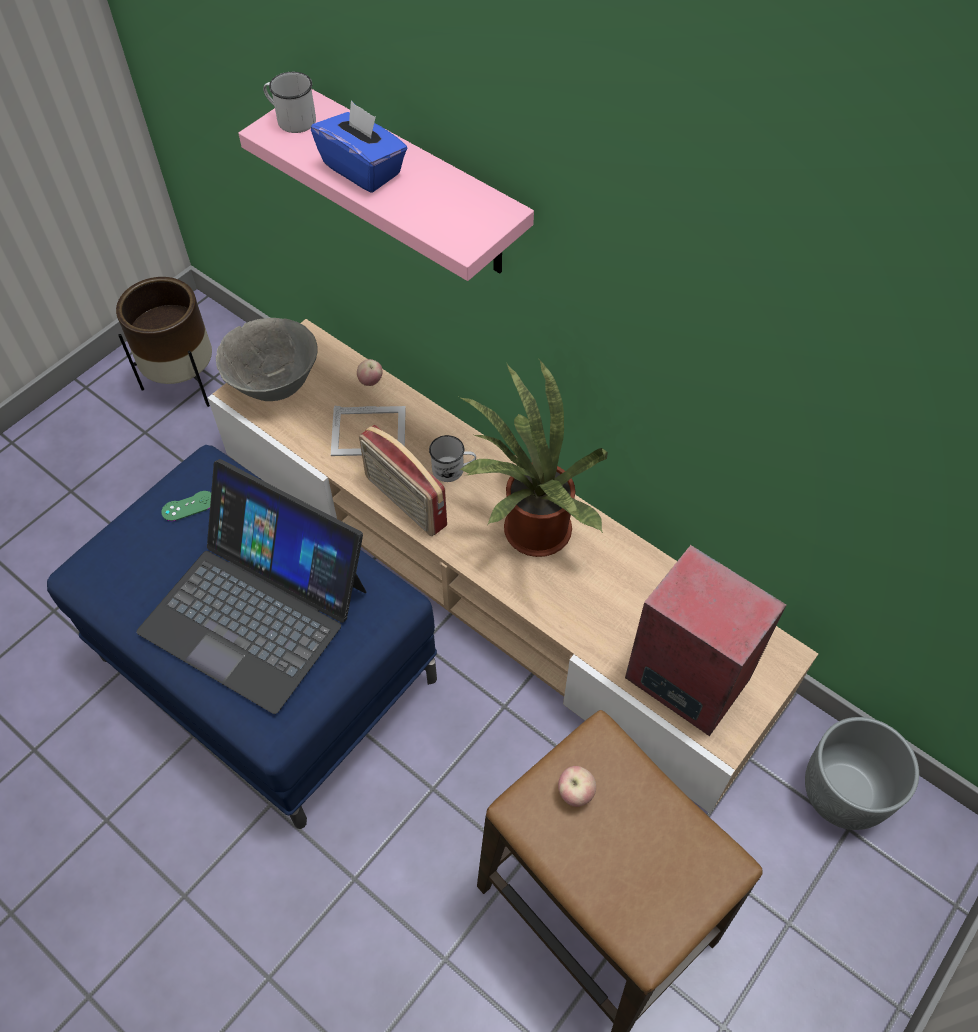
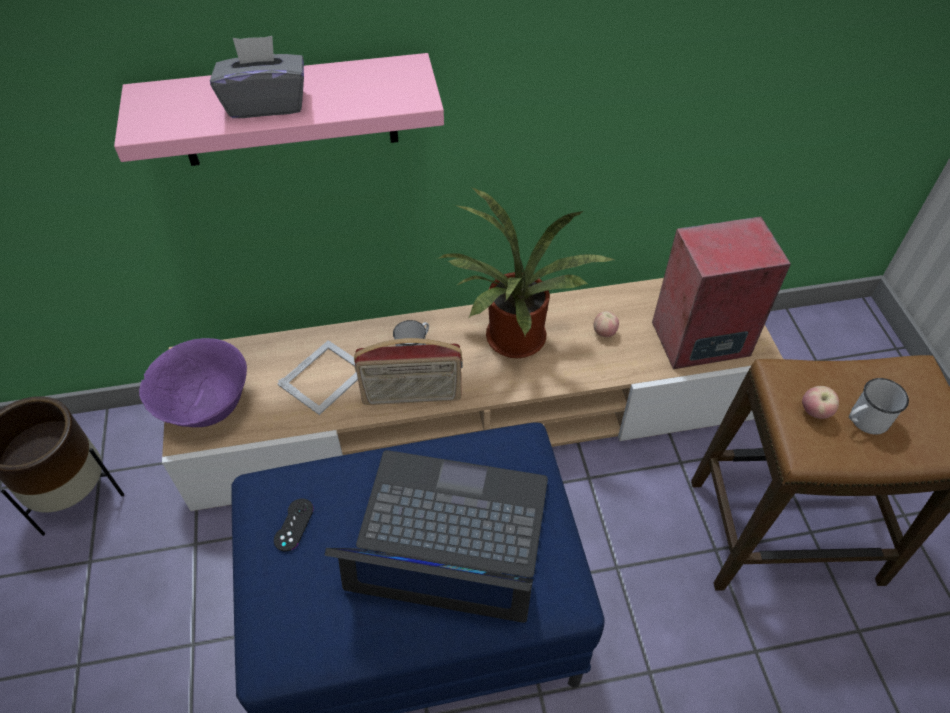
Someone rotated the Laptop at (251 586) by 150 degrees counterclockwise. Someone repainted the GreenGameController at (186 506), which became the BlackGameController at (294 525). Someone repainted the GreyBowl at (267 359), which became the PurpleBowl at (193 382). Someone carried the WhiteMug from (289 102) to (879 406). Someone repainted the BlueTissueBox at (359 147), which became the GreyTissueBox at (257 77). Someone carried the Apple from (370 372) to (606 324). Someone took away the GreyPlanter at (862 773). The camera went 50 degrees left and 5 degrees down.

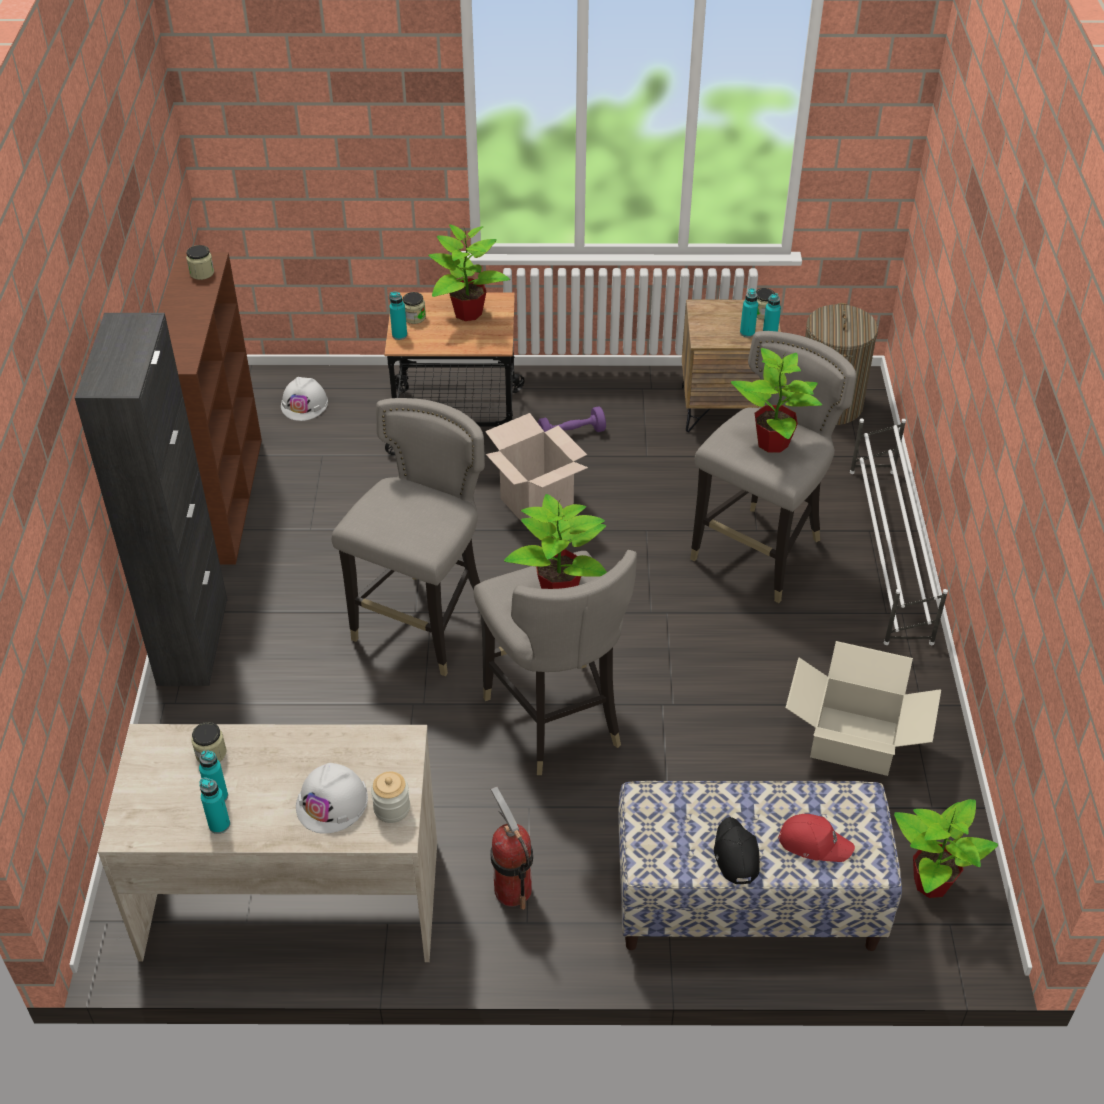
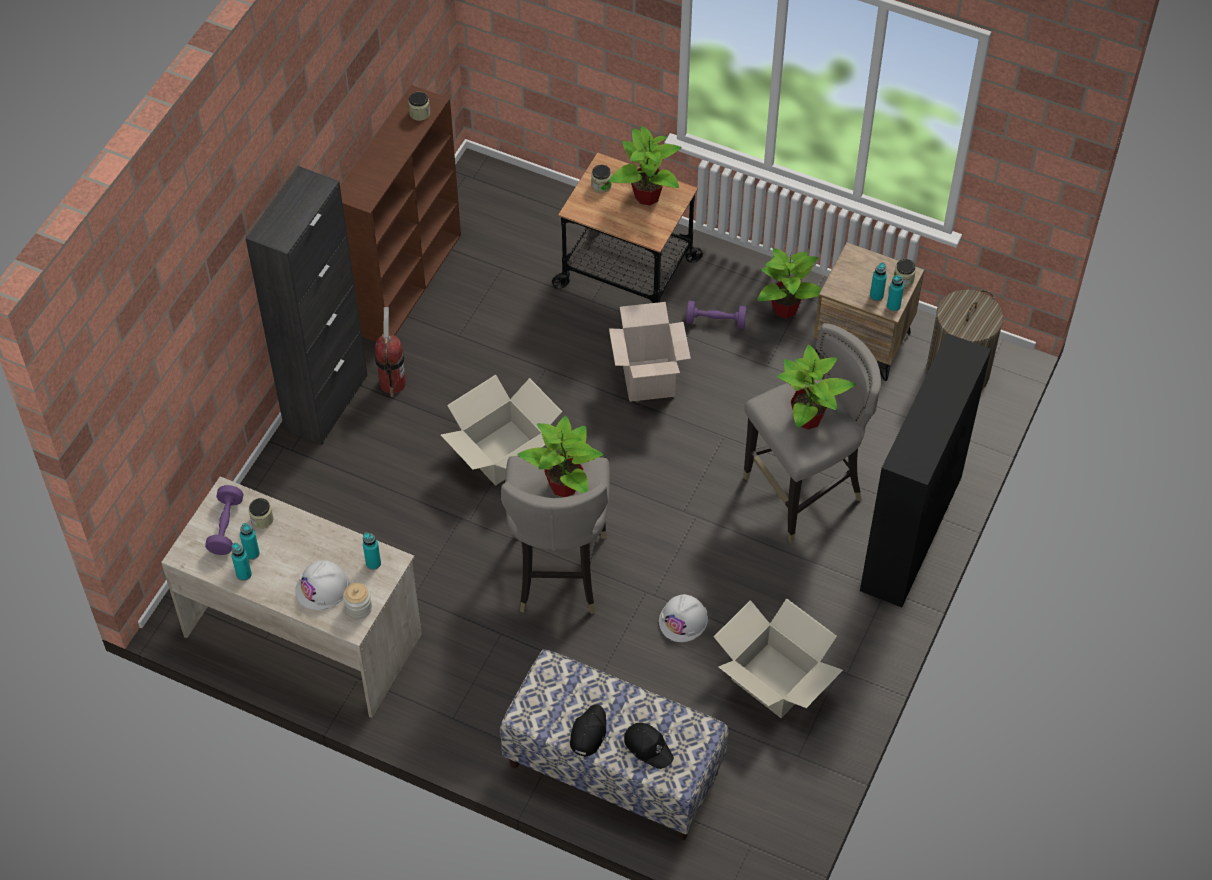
Someone carried the WhiteHardHat from (304 399) to (683 618). Someone swapped the GreyStool at (408 537) for the CardboardBox at (501 430). Someone carried the TurquoiseBottle from (398 316) to (372 551). Someone carried the FireExtinguisher from (511 848) to (390 352). Someone repainted the RedCap at (816 838), which became the BlackCap at (649 746). Someone swapped the WhiteShoeRack at (899 532) for the BlackBookcase at (925 470). Someone carried the PottedPlant from (946 848) to (789 283). Someone put down the PurpleDumbbell at (224 520). The camera went 25 degrees right and 10 degrees up.

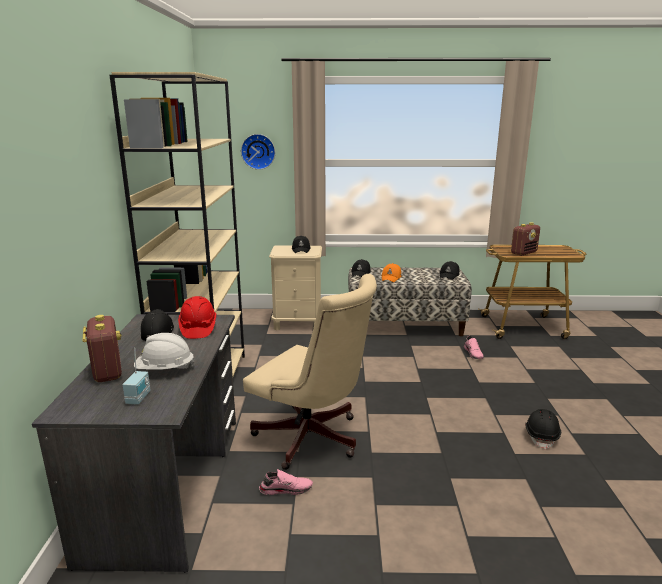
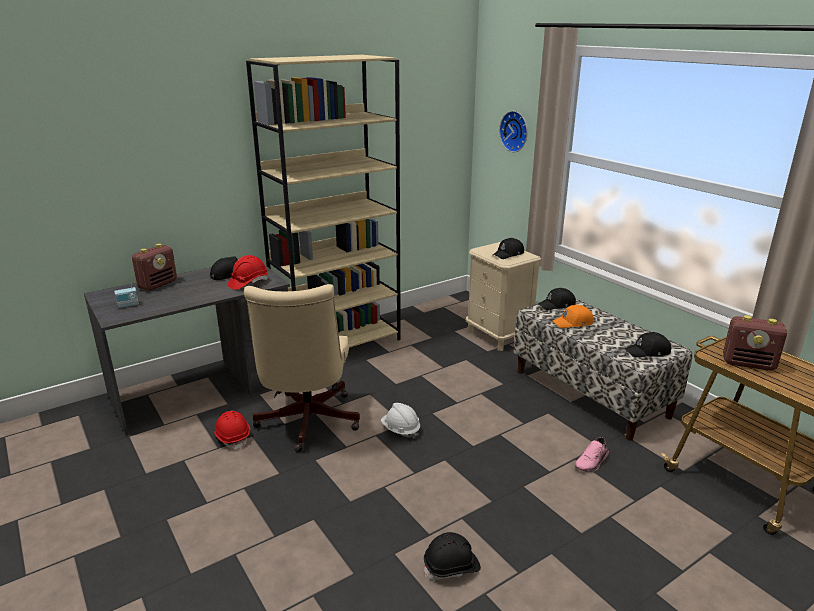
Someone carried the WhiteHardHat from (164 351) to (400 421). Someone swapped the PinkShoe at (286 482) for the RedHardHat at (232 430). The camera went 55 degrees right and 5 degrees up.

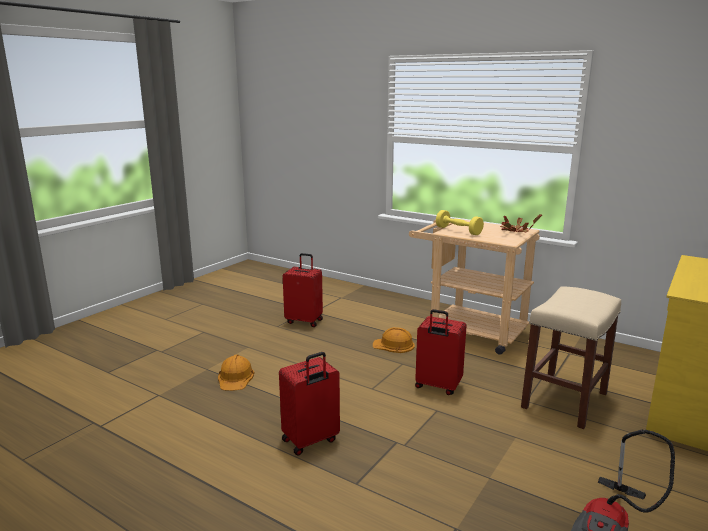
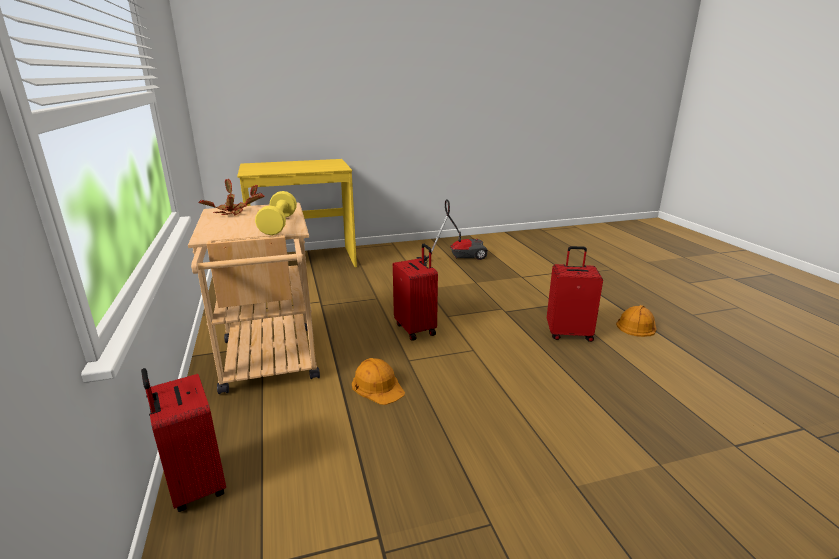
Someone carried the OrangeHardHat from (236 373) to (636 321). Someone carried the RedSuitcase from (303 290) to (183 440). Someone took away the BeigeStool at (571 357). The camera went 140 degrees left and 5 degrees up.

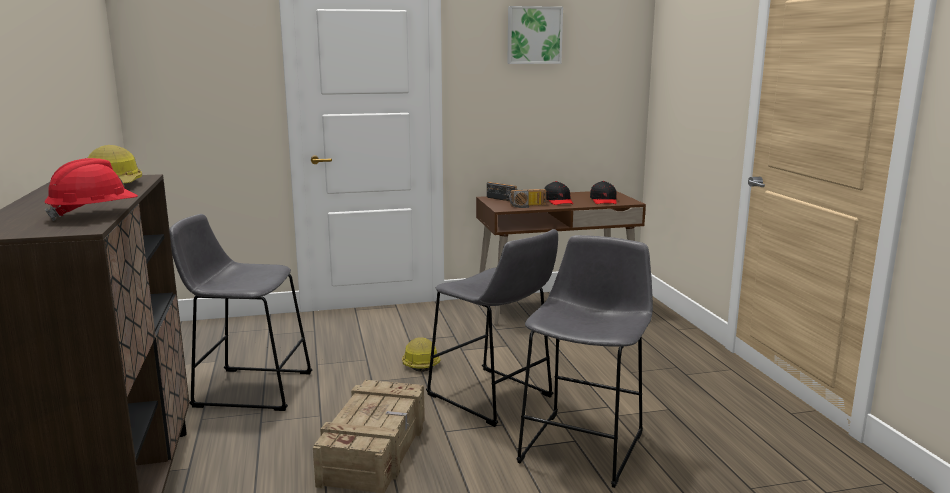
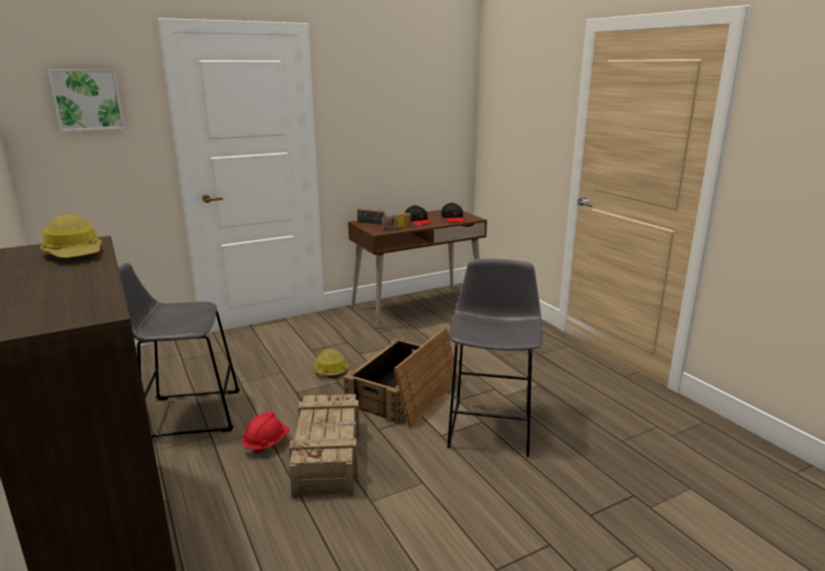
Someone carried the RedHardHat from (91 189) to (266 434). Someone swapped the GreyStool at (492 328) for the Crate at (400 377). Someone carried the Picture from (535 35) to (86 100). The camera went 15 degrees left and 5 degrees up.

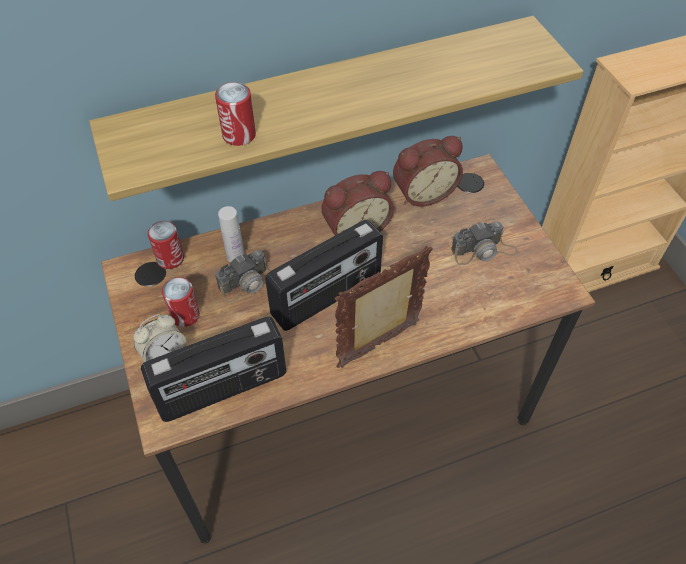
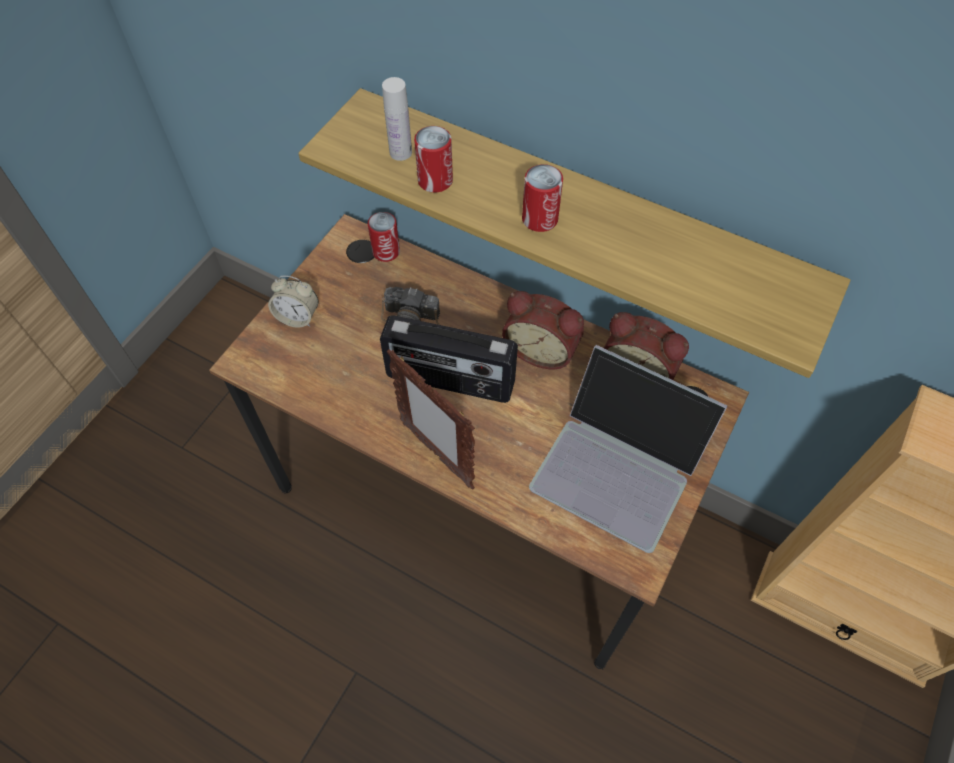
Someone took away the Radio at (213 369). Someone carried the Can from (181 302) to (542 198). Someone carried the WhiteBottle from (231 234) to (397 119). Someone rotated the PictureFrame at (384 307) by 150 degrees counterclockwise. Someone swapped the PhotoCamera at (484 243) for the Laptop at (628 449). The camera went 50 degrees right and 5 degrees up.

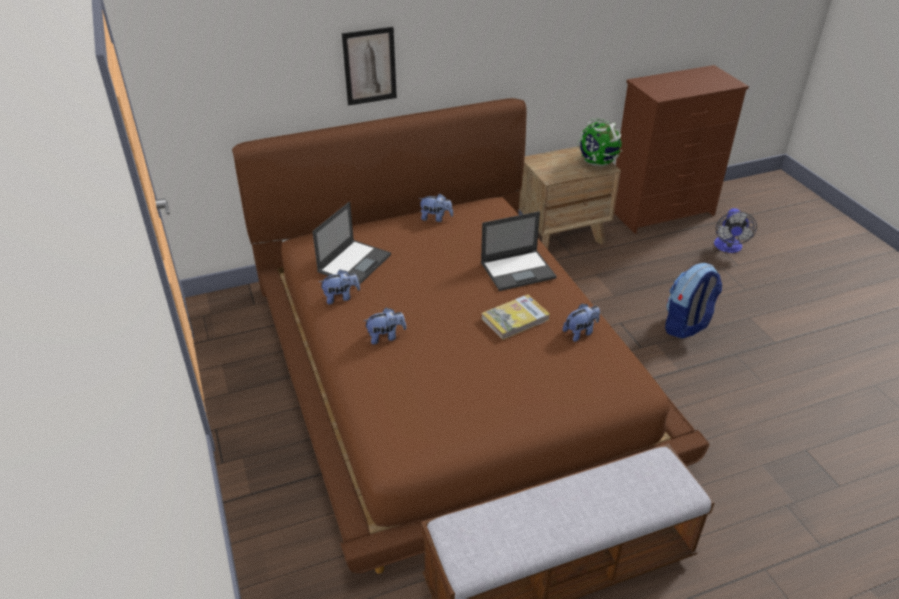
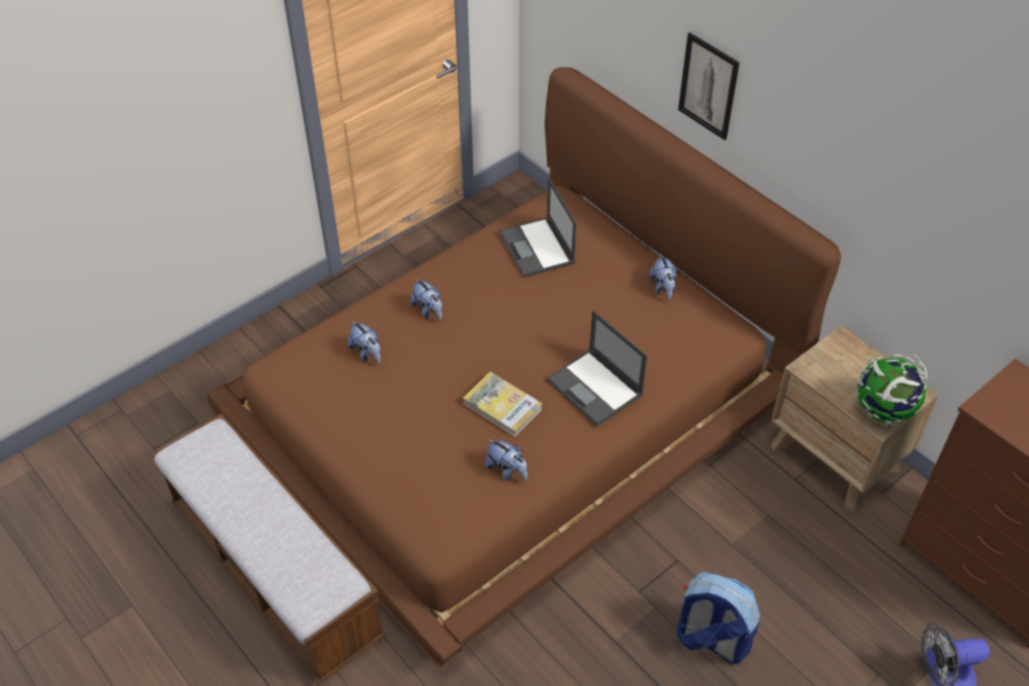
Someone rotated the Laptop at (351 244) by 60 degrees clockwise. Someone carried the PlushToy from (339 286) to (364 342). The camera went 70 degrees right and 10 degrees up.

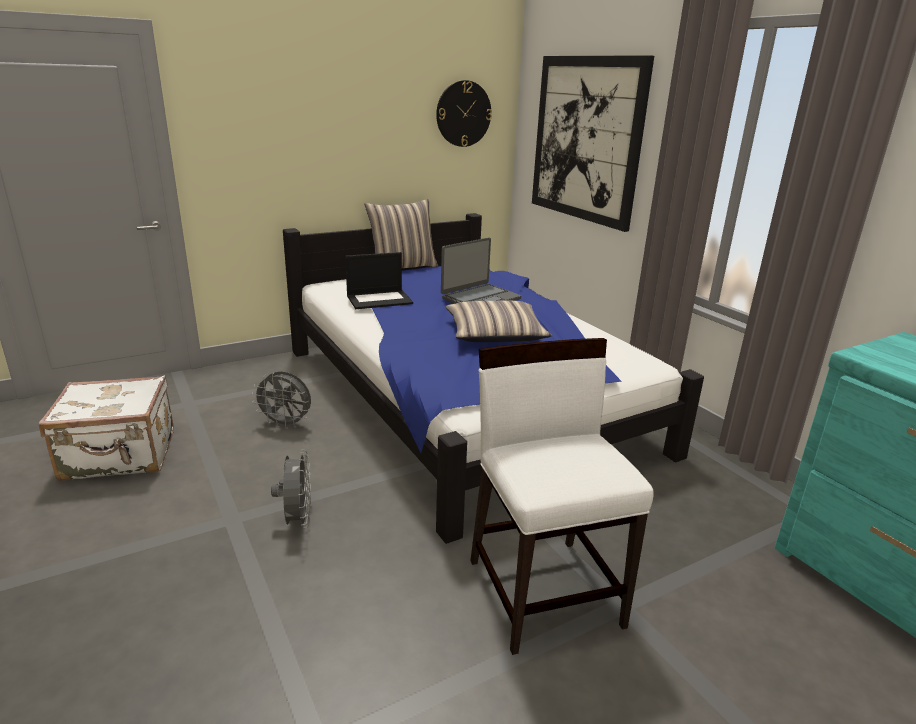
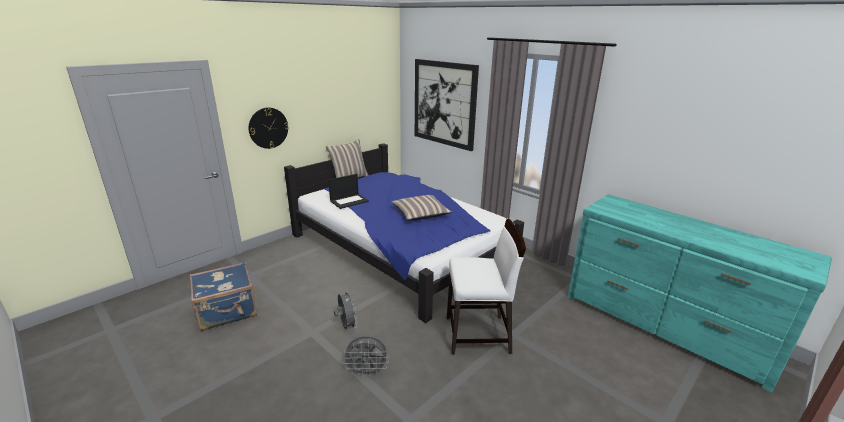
Someone repainted the WhiteSuitcase at (106 428), which became the BlueSuitcase at (223 296). Someone carried the GreyFan from (281 400) to (365 356). Someone carried the WallClock from (464 113) to (269 128). Someone took away the Laptop at (481 271). Someone rotated the WhiteChair at (562 496) by 120 degrees clockwise. The camera went 15 degrees left and 0 degrees up.

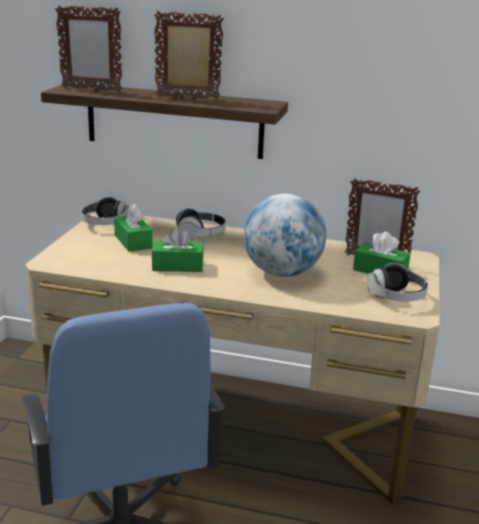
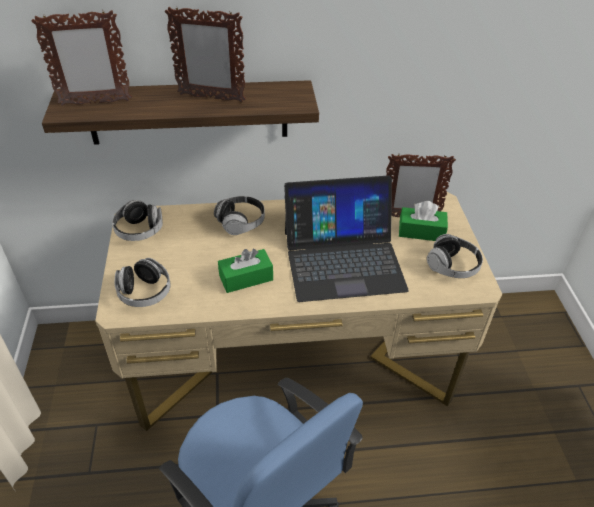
Someone took away the GreenTissueBox at (133 228). Someone rotated the PictureFrame at (189 55) by 150 degrees counterclockwise. Someone swapped the Globe at (285 235) for the Laptop at (346 239). Someone put down the Headphones at (142 282). The camera went 20 degrees left and 20 degrees up.

